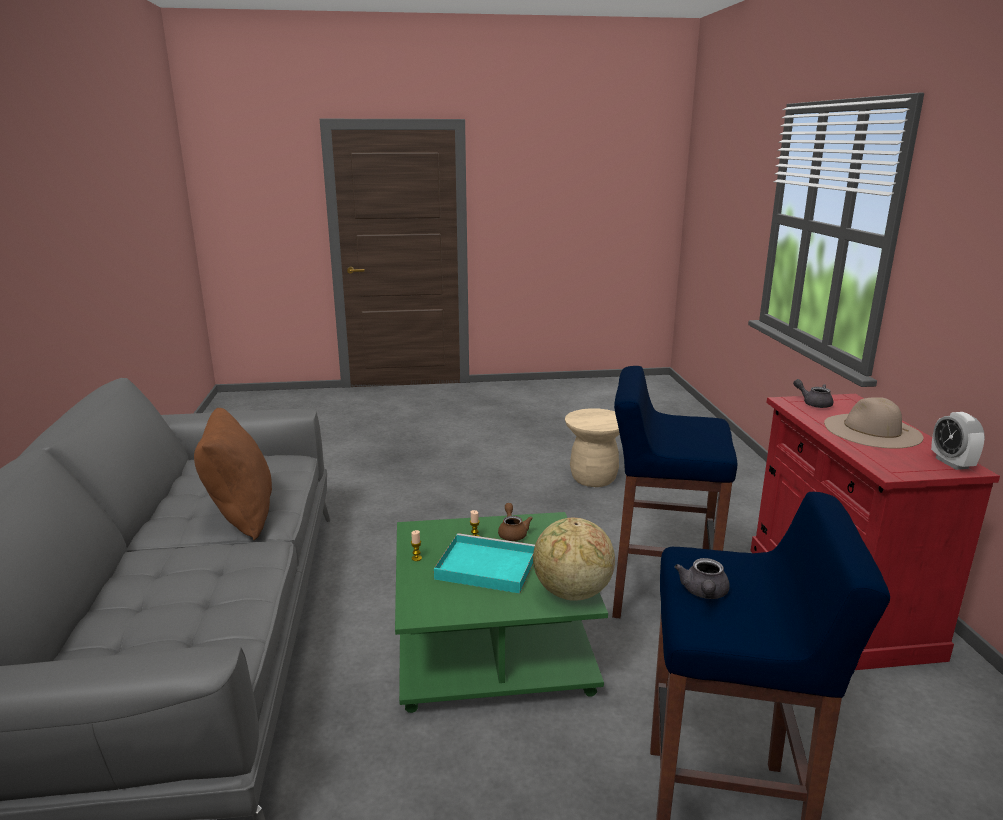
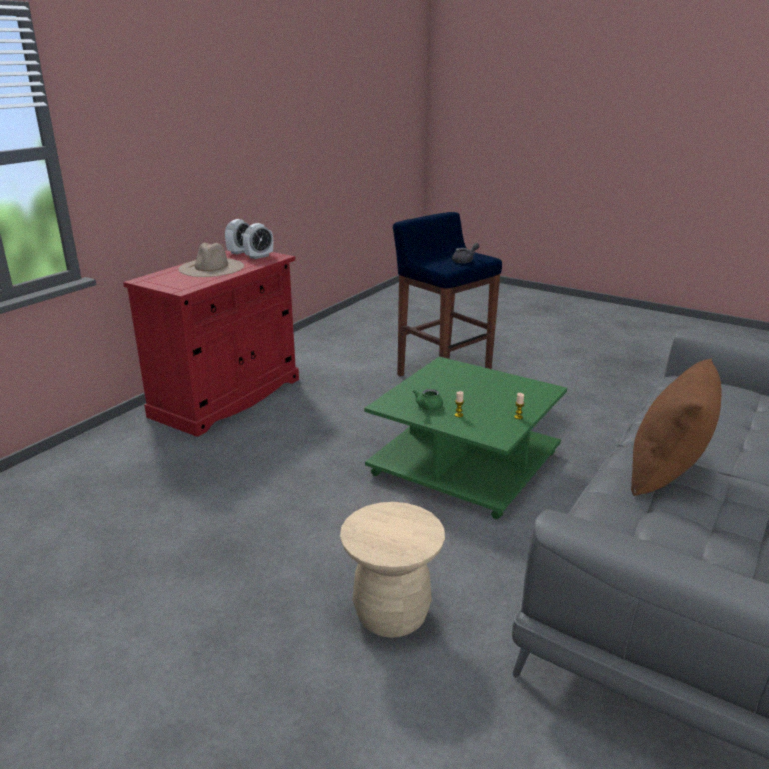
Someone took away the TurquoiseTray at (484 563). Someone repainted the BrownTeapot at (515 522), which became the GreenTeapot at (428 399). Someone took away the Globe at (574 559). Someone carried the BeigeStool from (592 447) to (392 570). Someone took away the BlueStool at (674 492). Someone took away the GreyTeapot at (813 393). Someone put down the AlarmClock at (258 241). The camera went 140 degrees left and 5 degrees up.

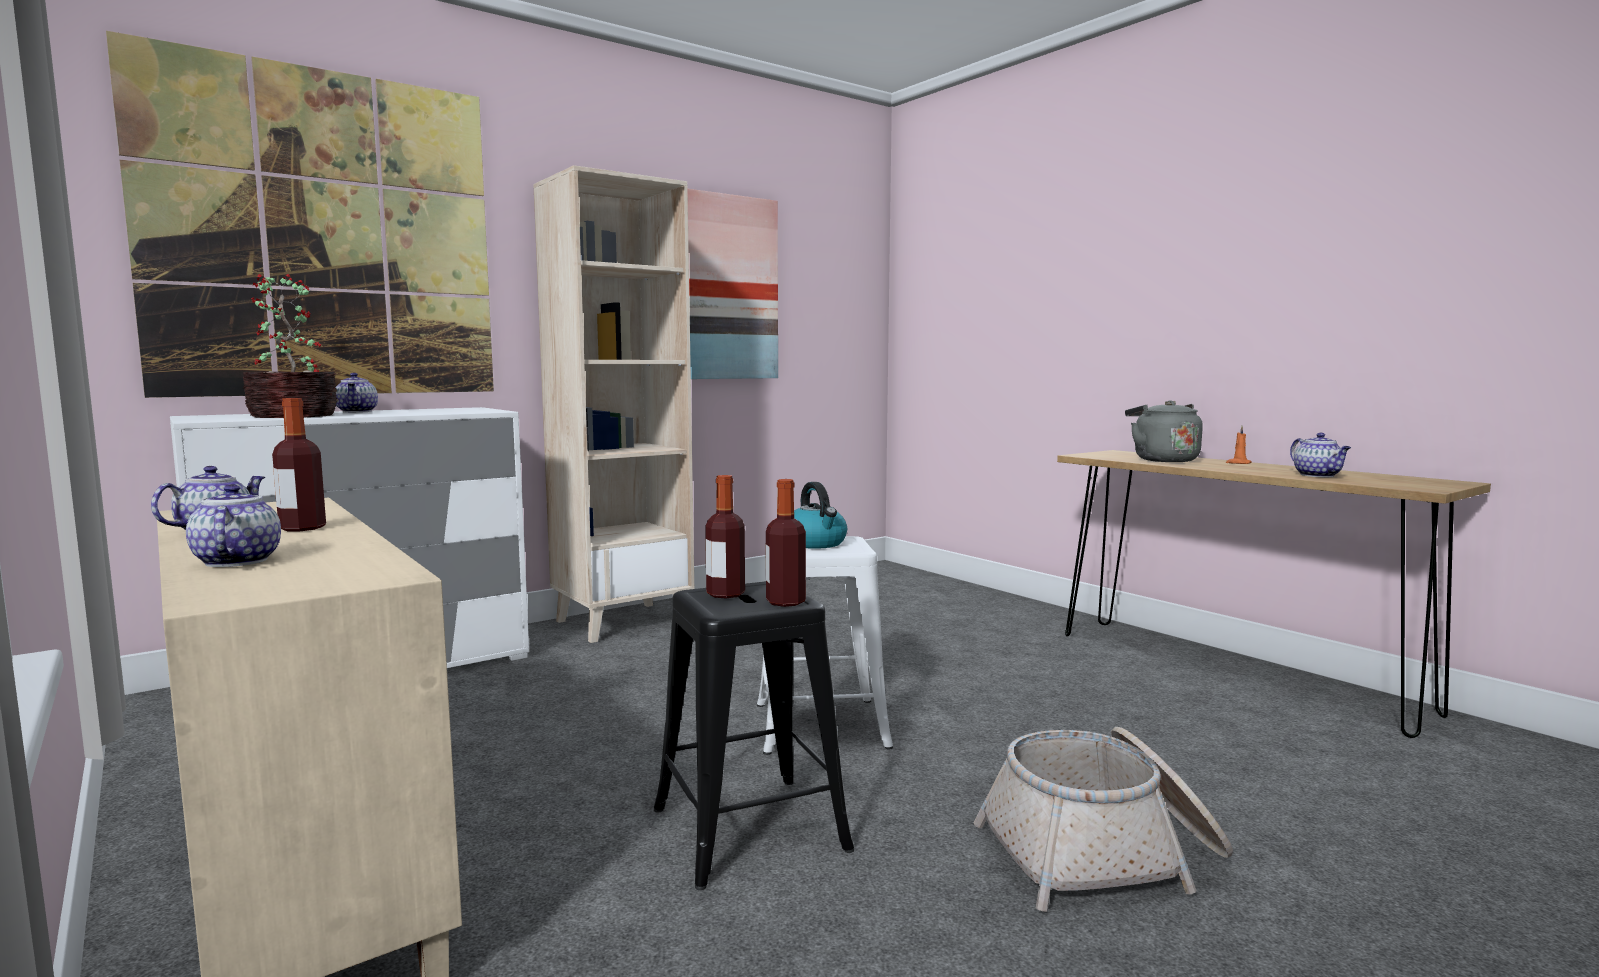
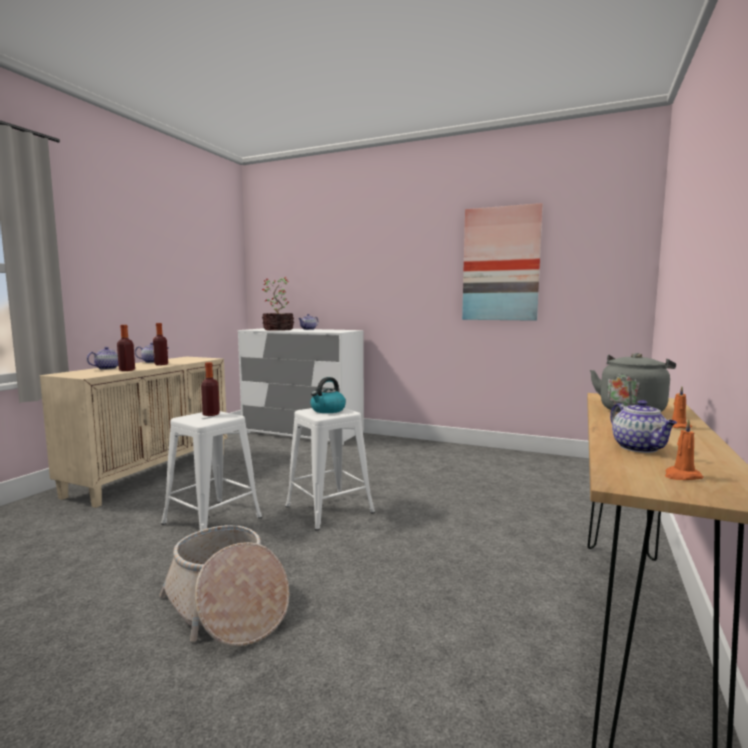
Someone took away the Picture at (300 214). Someone took away the BeigeBookcase at (613 404). Someone repainted the BlackStool at (754 735), which became the WhiteStool at (211 470). Someone carried the Bottle from (786 543) to (126 348). Someone rotated the Teapot at (1320 455) by 60 degrees counterclockwise. Someone put down the OrangeCandle at (684 449). The camera went 60 degrees right and 0 degrees up.

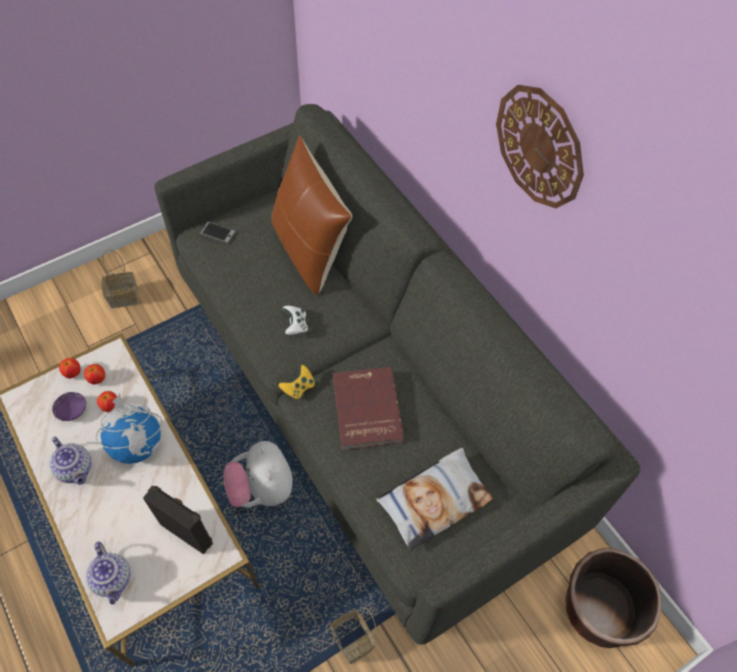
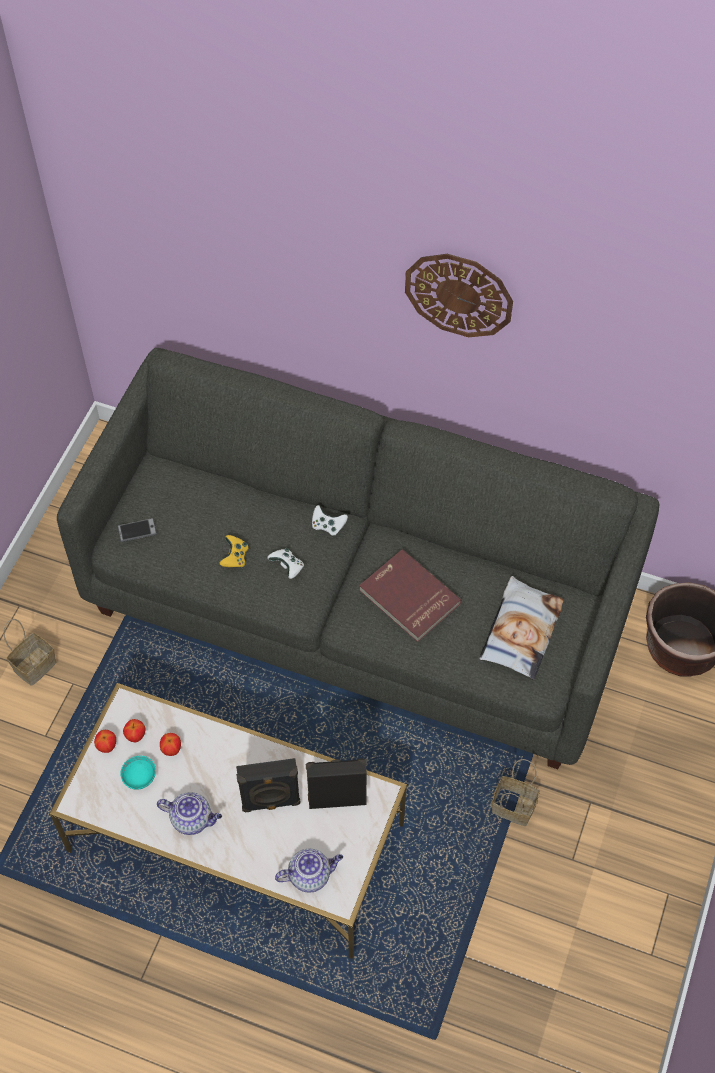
Someone repainted the PurpleBowl at (69 406), which became the TurquoiseBowl at (138 773). Someone rotated the Teapot at (108 573) by 45 degrees counterclockwise. Someone took away the Globe at (129 428). Someone took away the PlushToy at (258 474). Someone took away the BrownPillow at (311 215). Someone carried the YellowGameController from (297 382) to (233 551). Someone put down the BlackSpeaker at (268 785). Someone put down the WhiteGameController at (330 520). The camera went 35 degrees left and 0 degrees up.

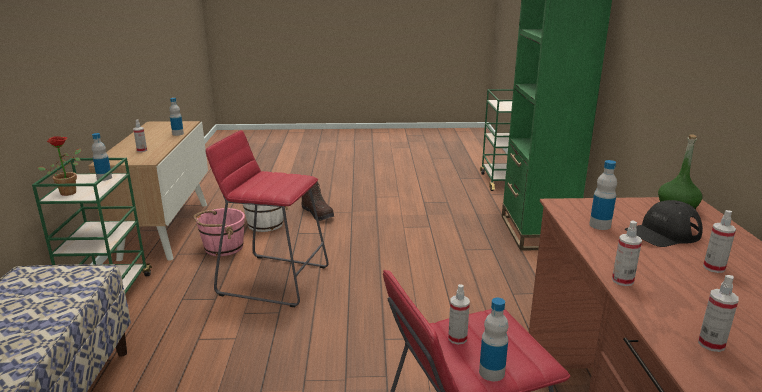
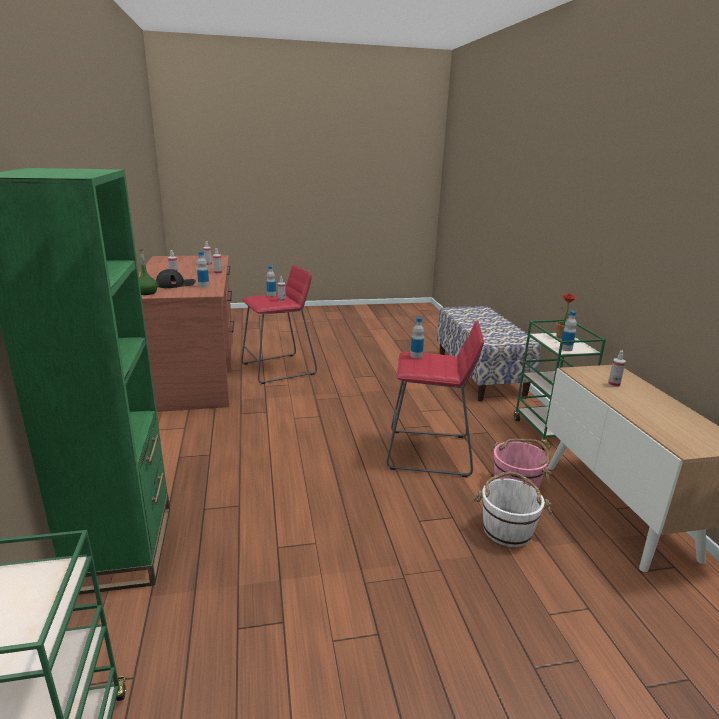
Someone carried the Bottle from (176 117) to (417 337). Someone took away the BrownBoot at (317 201). The camera went 170 degrees right and 0 degrees up.

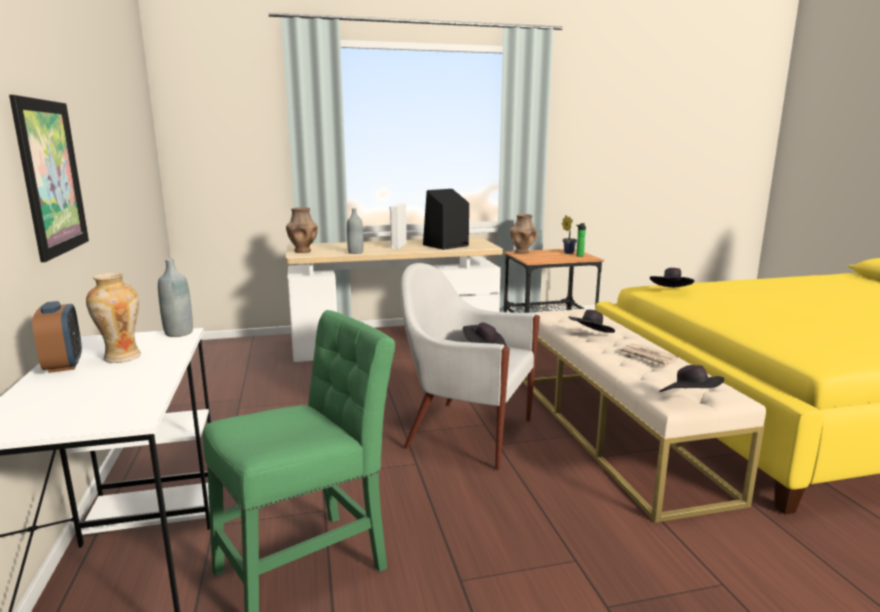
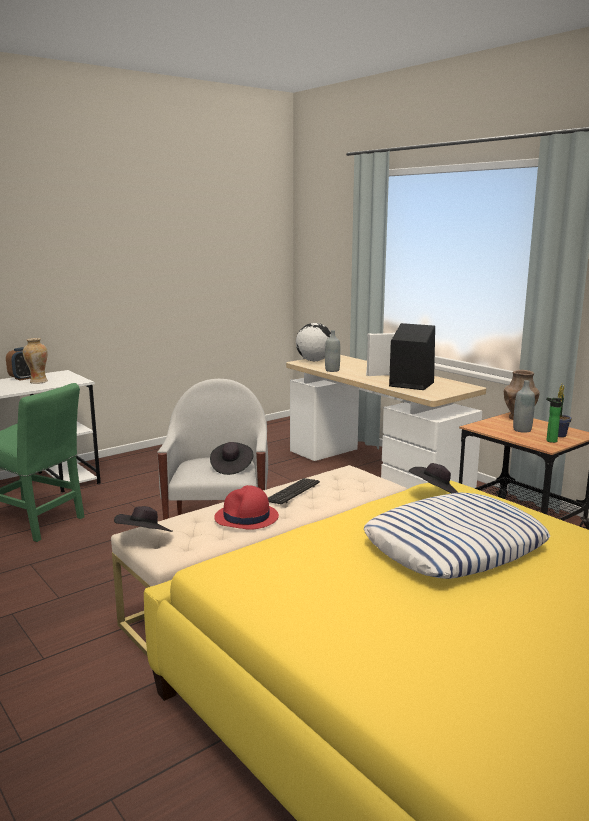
Someone took away the Picture at (49 178). Someone carried the GreyBottle from (175 298) to (524 406). Someone swapped the BrownVase at (302 230) for the Globe at (313 342). Someone swapped the BlackHat at (592 321) for the Keyboard at (294 491). Someone swapped the Newspaper at (649 355) for the RedHat at (246 507). Someone put down the Pillow at (457 535). The camera went 65 degrees right and 0 degrees up.

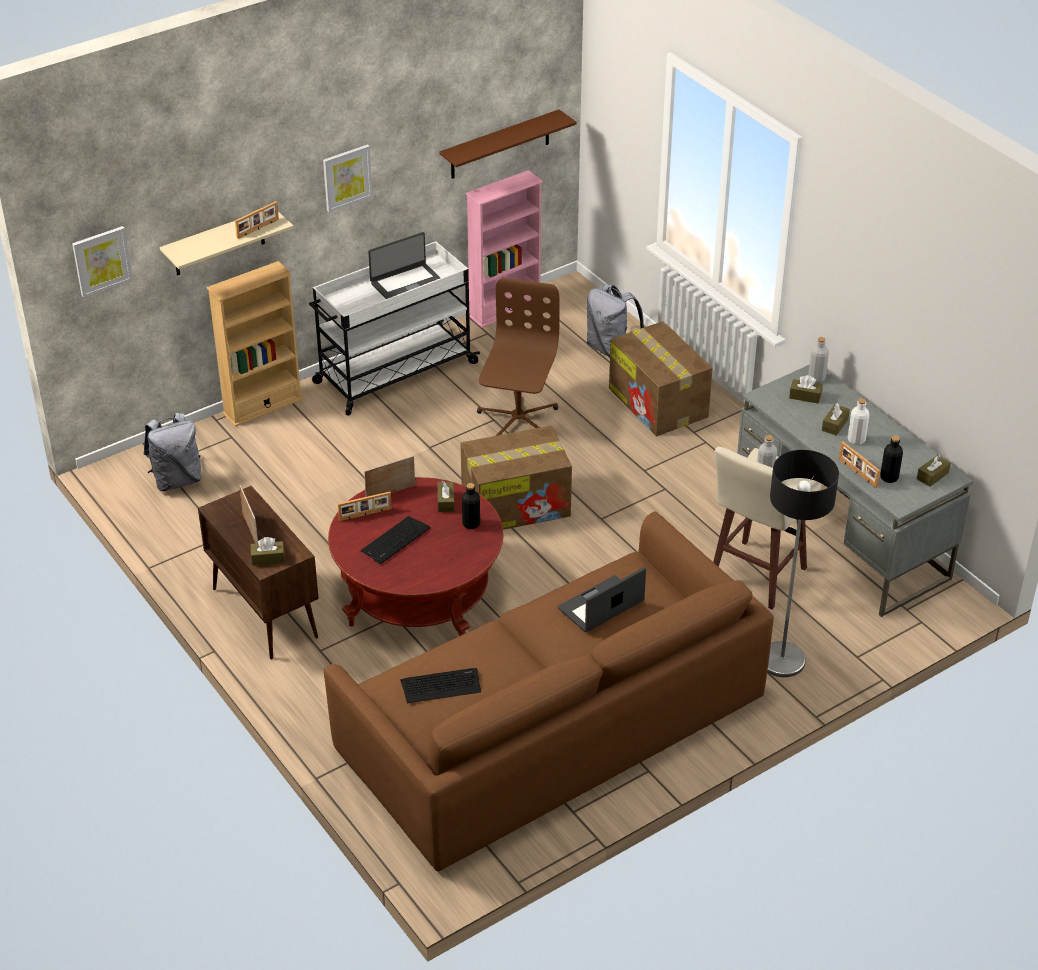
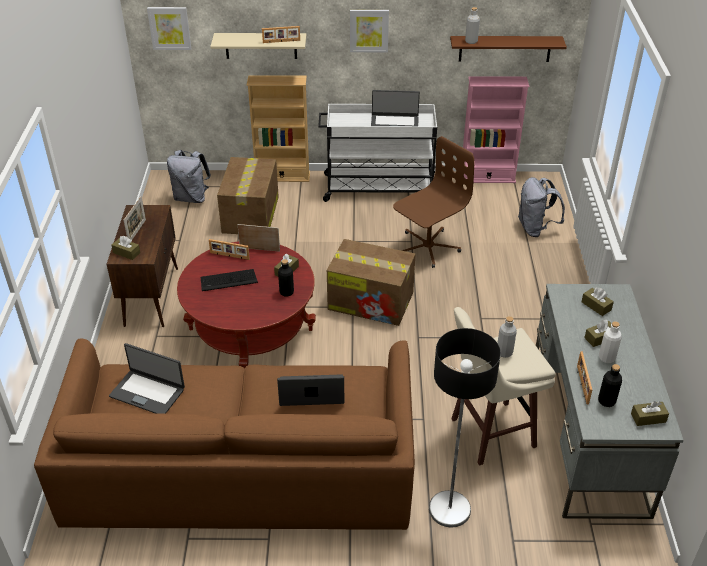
Someone swapped the Keyboard at (441 686) for the Laptop at (147 378). Someone carried the CardboardBox from (661 378) to (248 195). Someone carried the GreyBottle from (818 360) to (472 25). The camera went 35 degrees right and 0 degrees up.

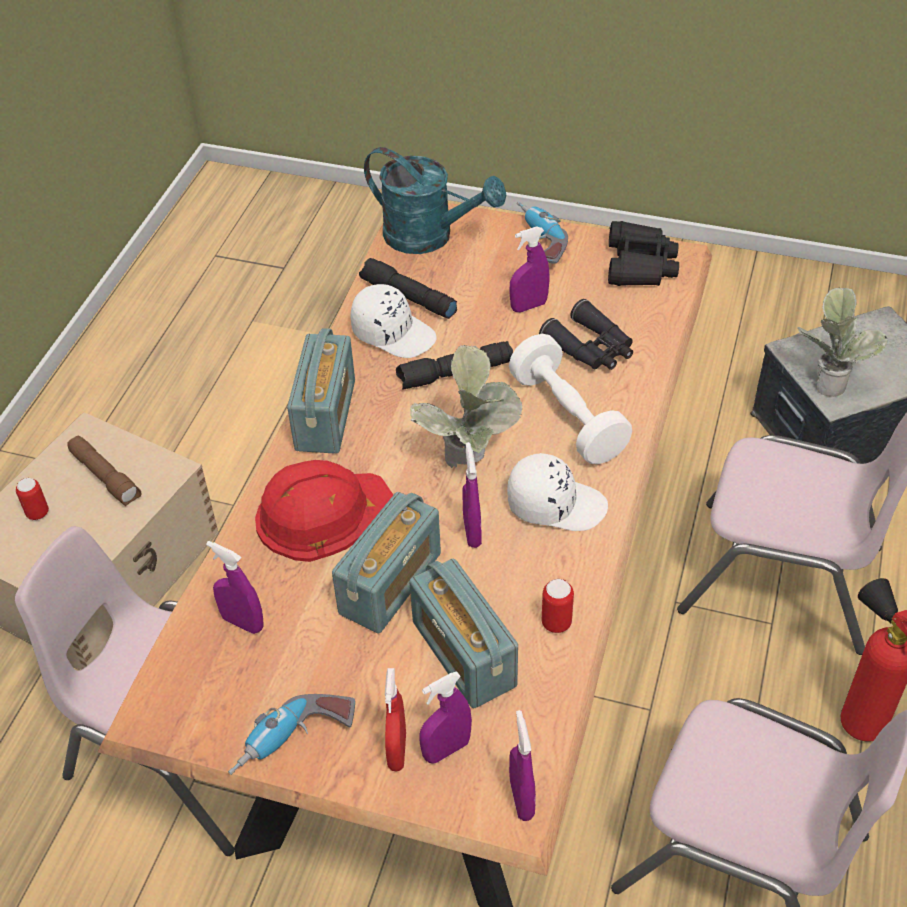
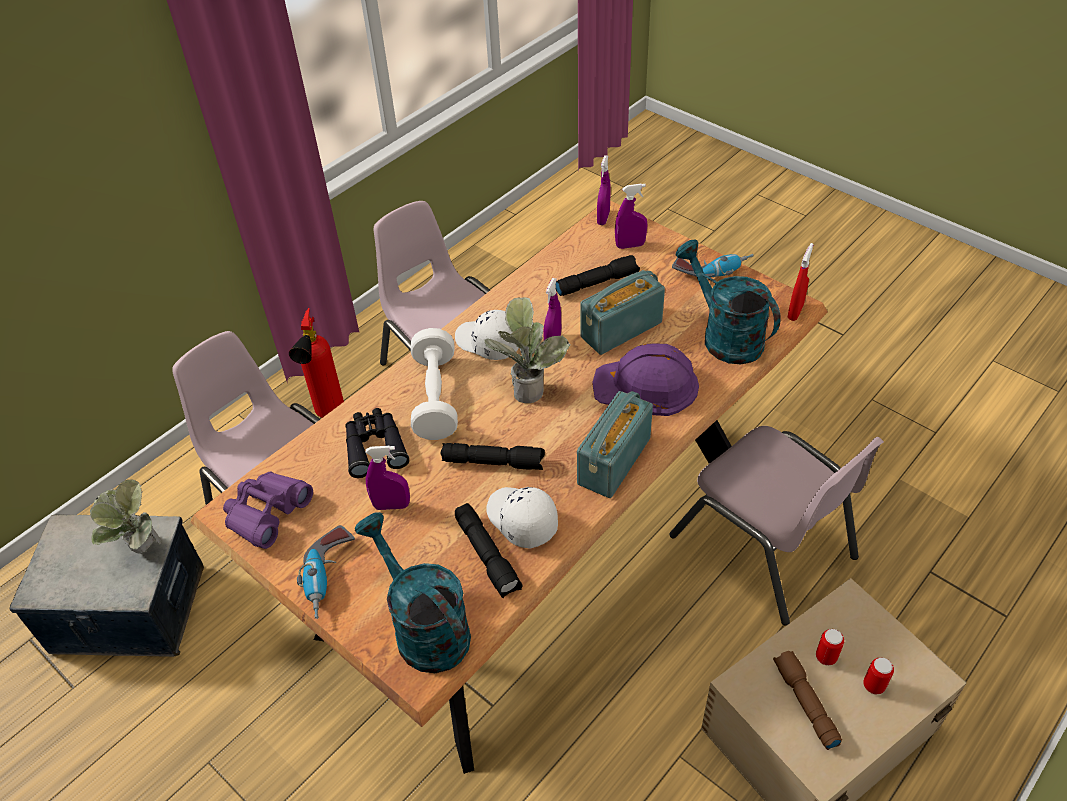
Someone swapped the PurpleSprayBottle at (234 587) for the TurquoiseWateringCan at (728 302). Someone repainted the RedHardHat at (324 511), which became the PurpleHardHat at (645 379). Someone carried the RedSprayBottle from (395 720) to (801 282). Someone swapped the Radio at (463 633) for the BlackFlashlight at (598 275). Someone carried the Can from (558 606) to (830 647). Someone repainted the BlackBinoculars at (643 253), which became the PurpleBinoculars at (268 510). The camera went 155 degrees left and 0 degrees up.

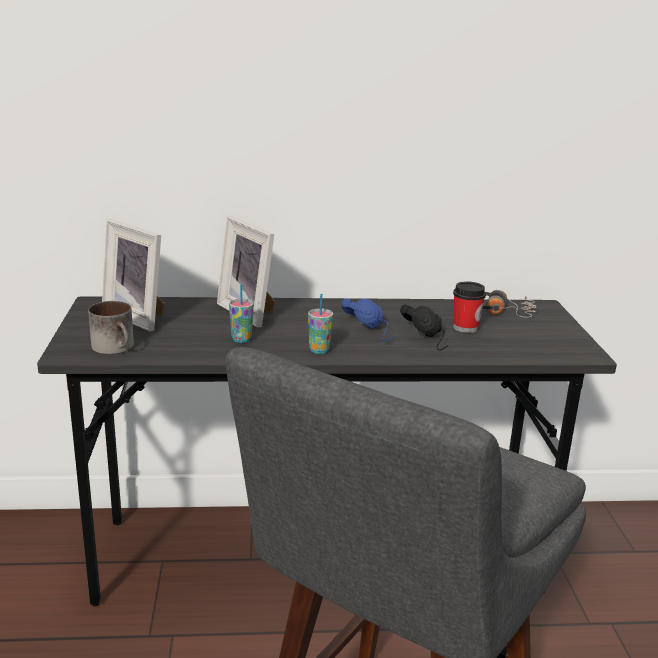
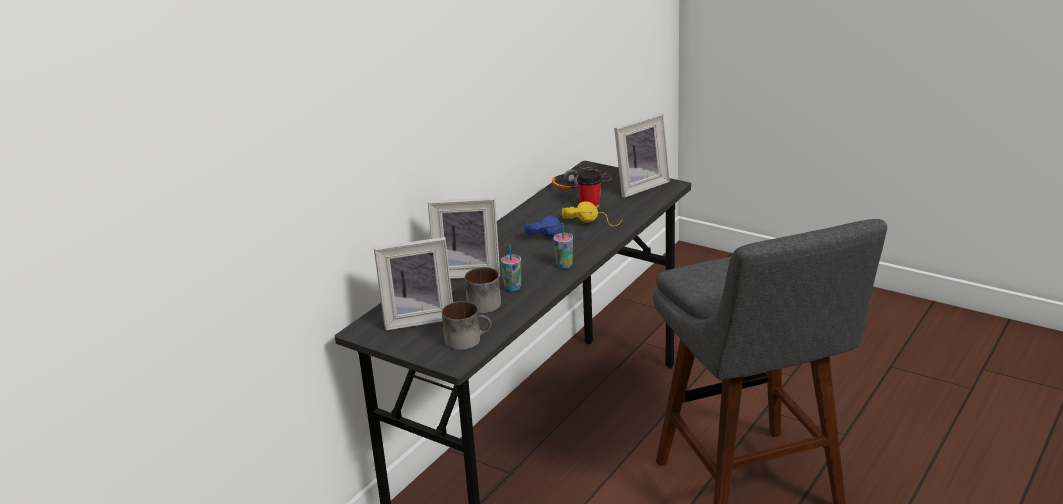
Someone repainted the BlackHeadphones at (424 327), which became the YellowHeadphones at (592 214). Someone put down the Mug at (483 290). Someone put down the PictureFrame at (642 155). The camera went 50 degrees left and 5 degrees up.

